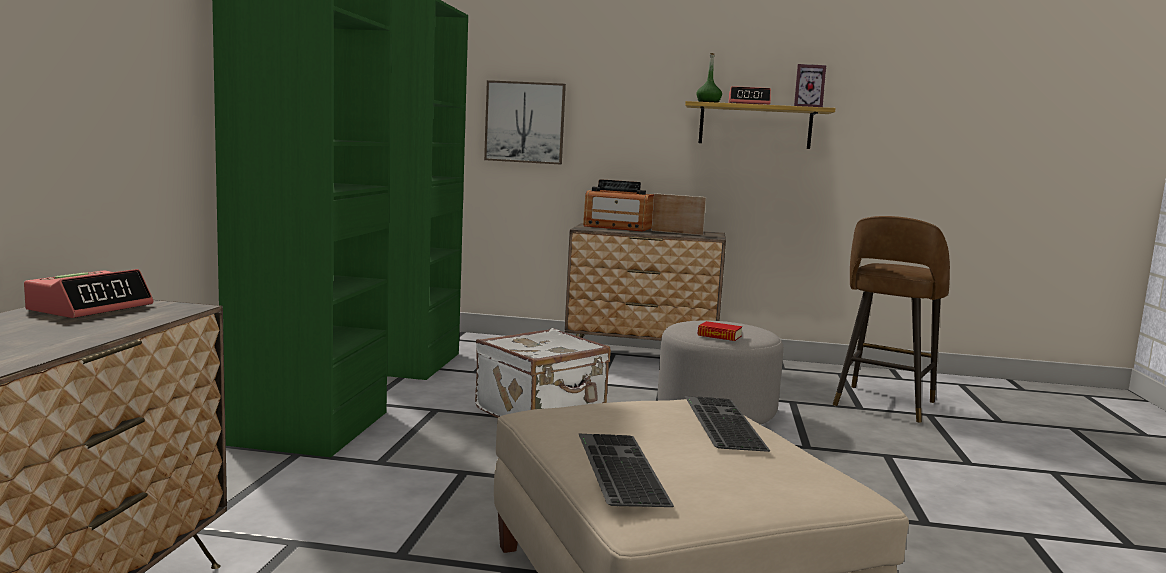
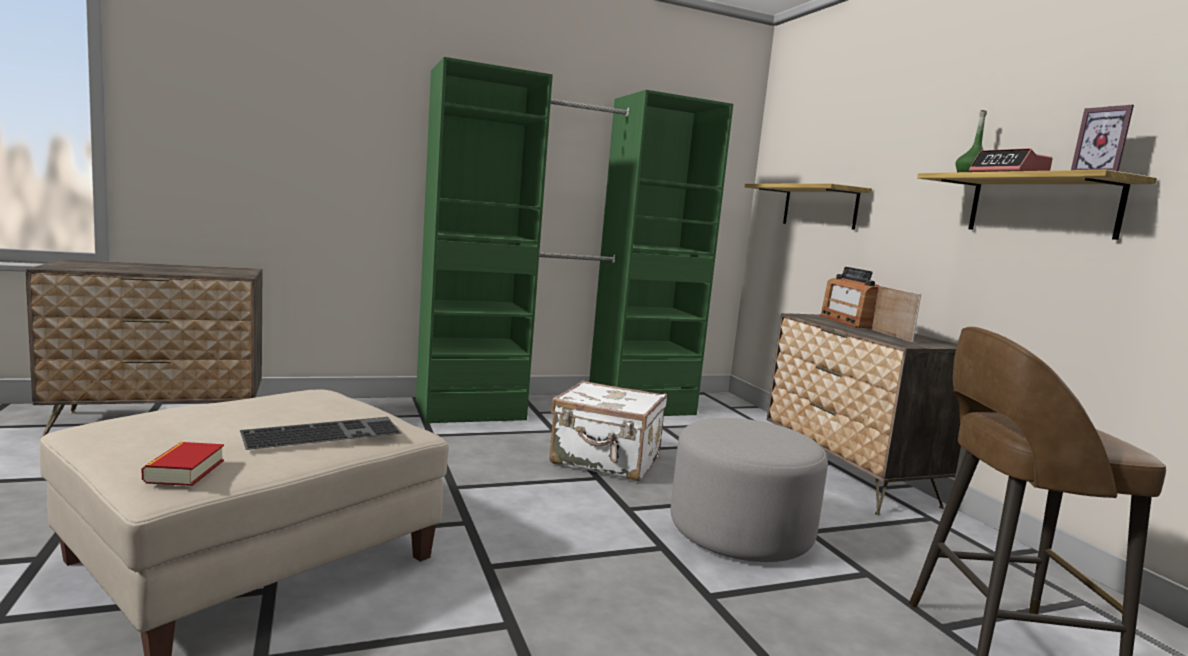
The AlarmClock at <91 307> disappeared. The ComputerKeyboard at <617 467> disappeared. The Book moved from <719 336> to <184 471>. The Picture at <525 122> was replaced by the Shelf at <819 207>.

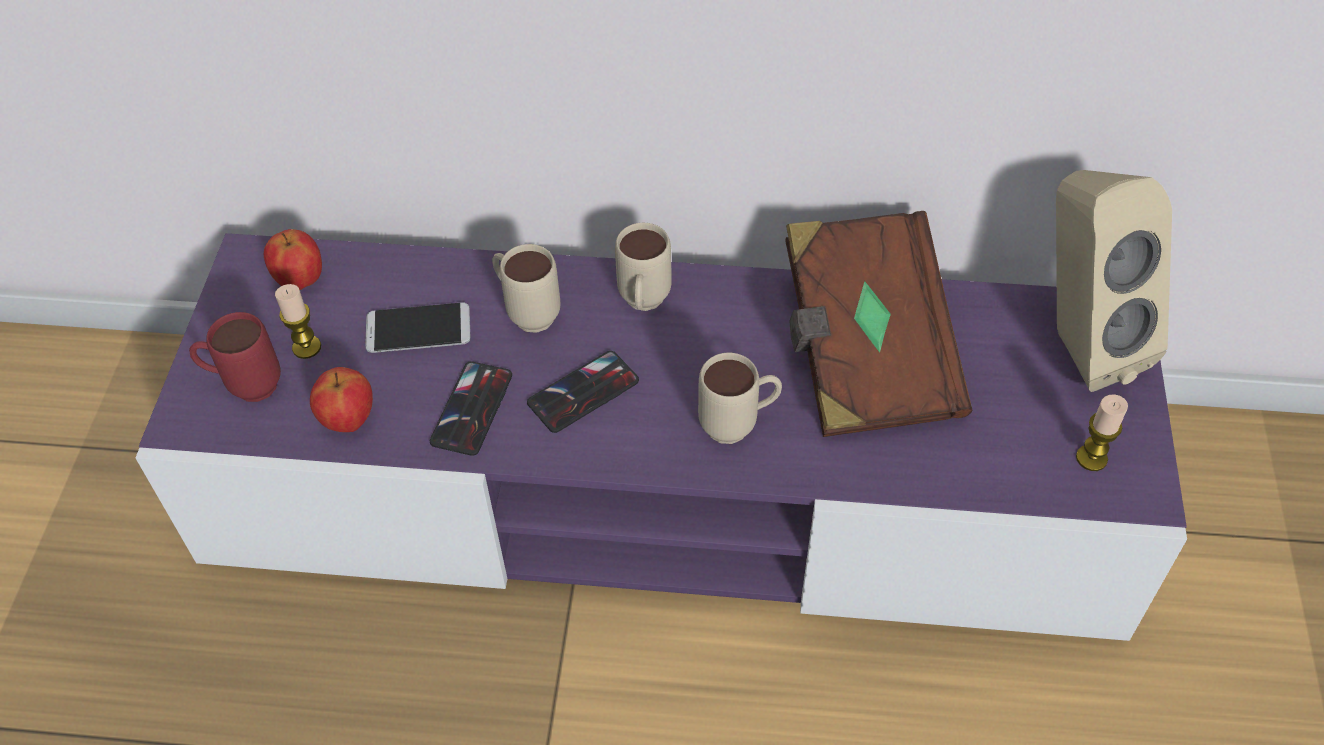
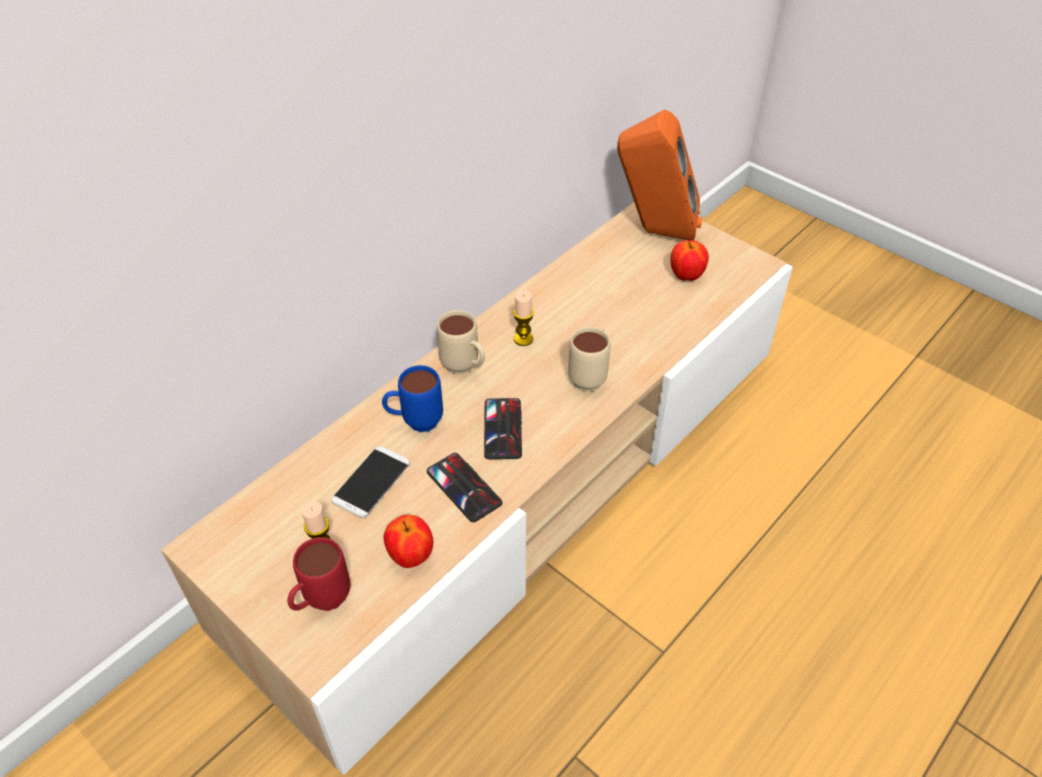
The BrownBook at <865 353> disappeared. The AppleFruit moved from <300 281> to <686 276>. The WaxLight moved from <1091 458> to <523 339>. The PurpleMediaConsole at <665 490> became the BeigeMediaConsole at <521 480>. The BeigeCoffeeMug at <526 312> became the BlueCoffeeMug at <415 423>. The BeigeAudioSpeaker at <1077 344> became the OrangeyAudioSpeaker at <654 232>.

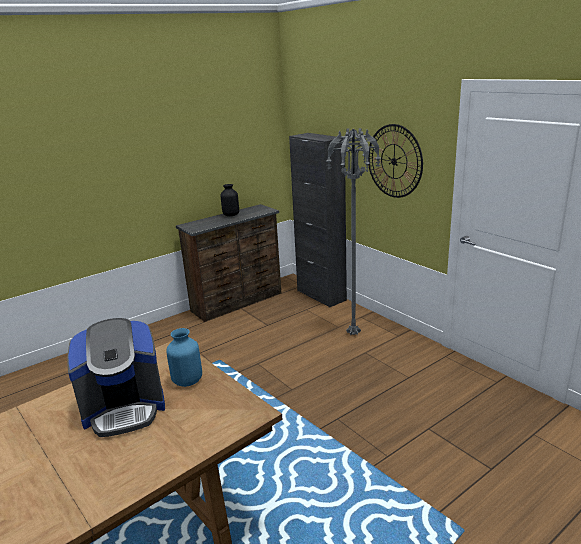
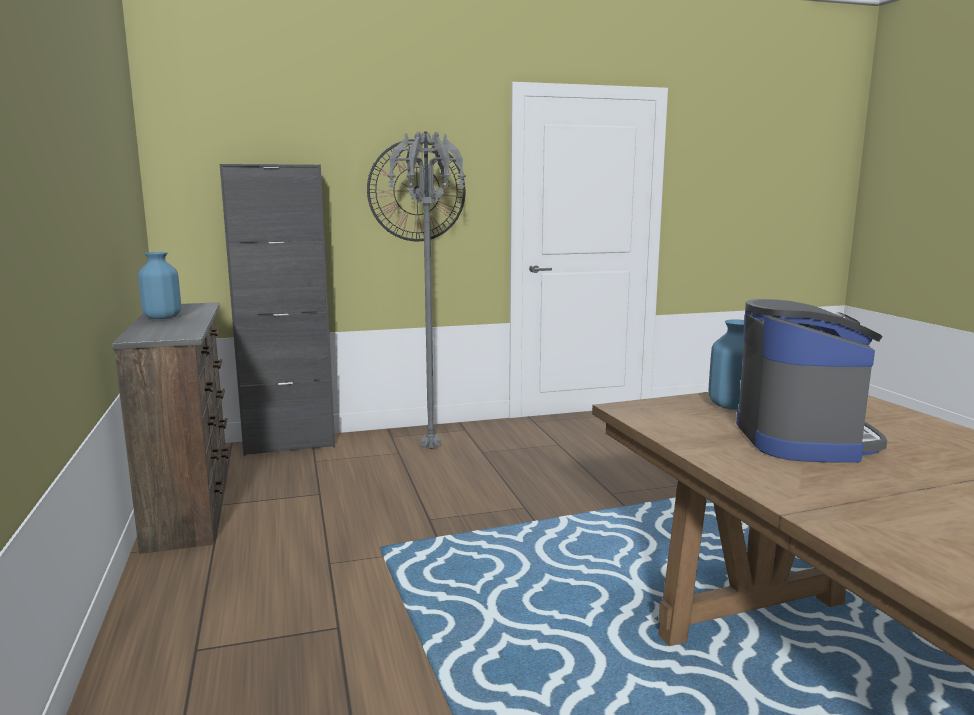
The BlackColouredVase at <230 215> became the BlueVase at <162 317>.

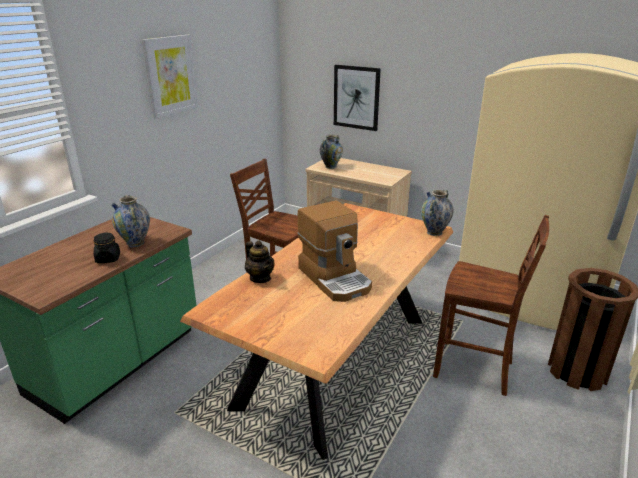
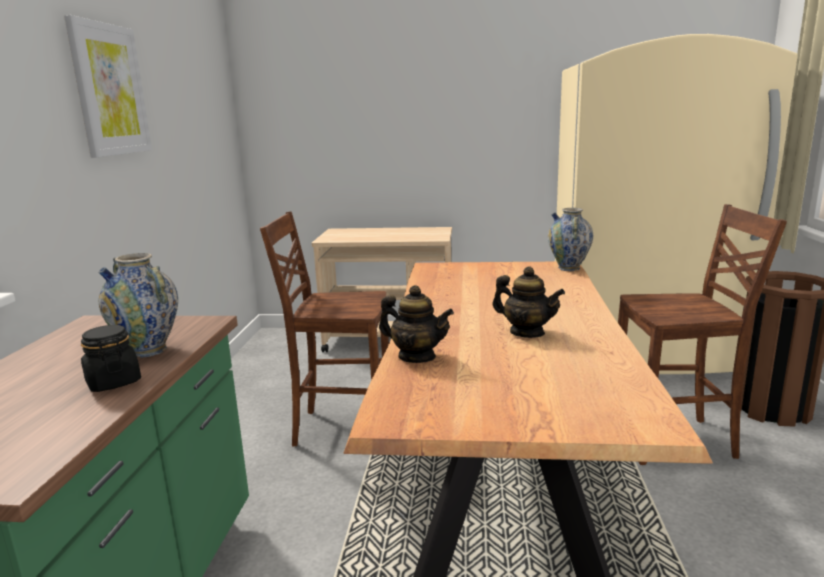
The Vase at <331 167> disappeared. The Picture at <356 97> disappeared. The CoffeeMachine at <335 278> was replaced by the TeaPot at <527 333>.

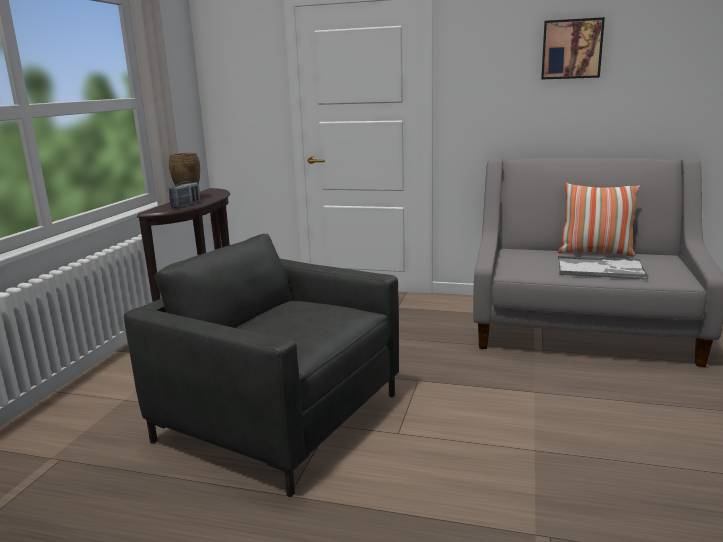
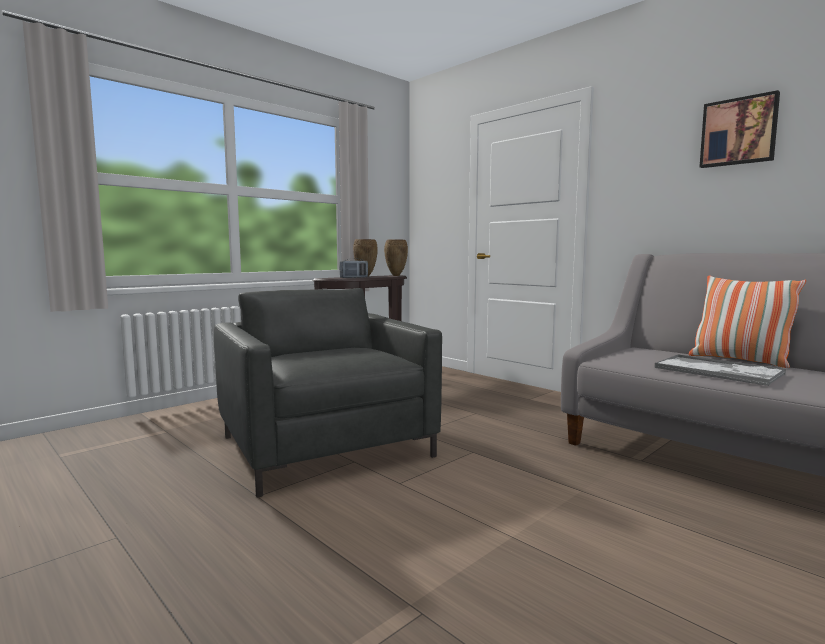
The BrownVase at <395 276> appeared.

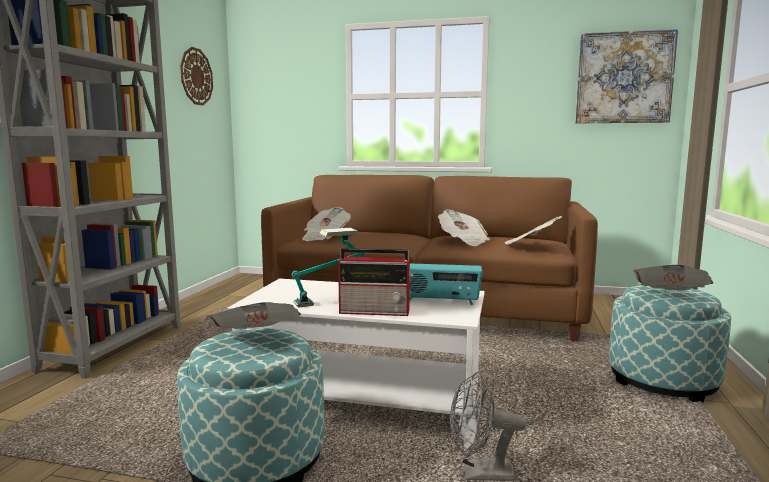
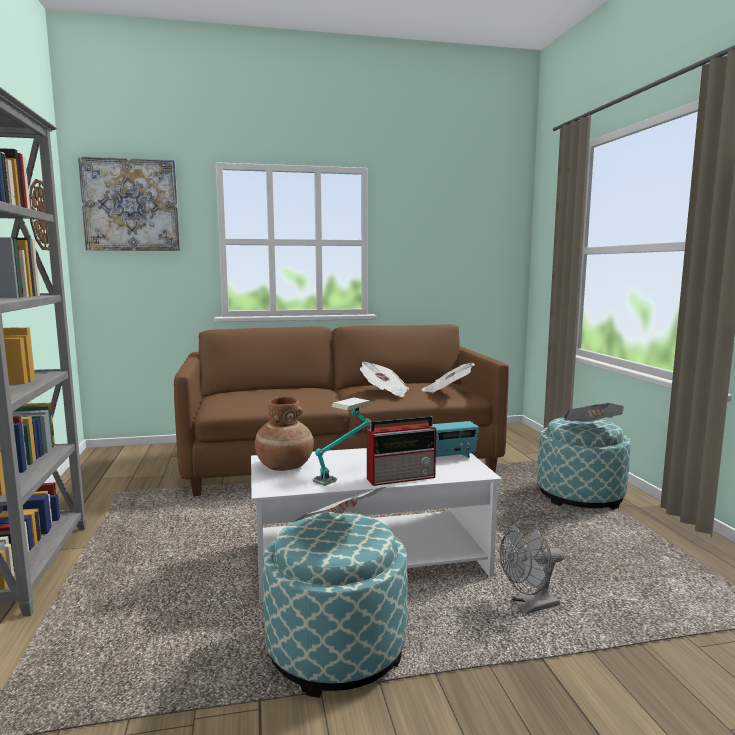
The Newspaper at <325 237> disappeared. The BrownVase at <284 466> appeared. The Picture moved from <624 78> to <131 205>.

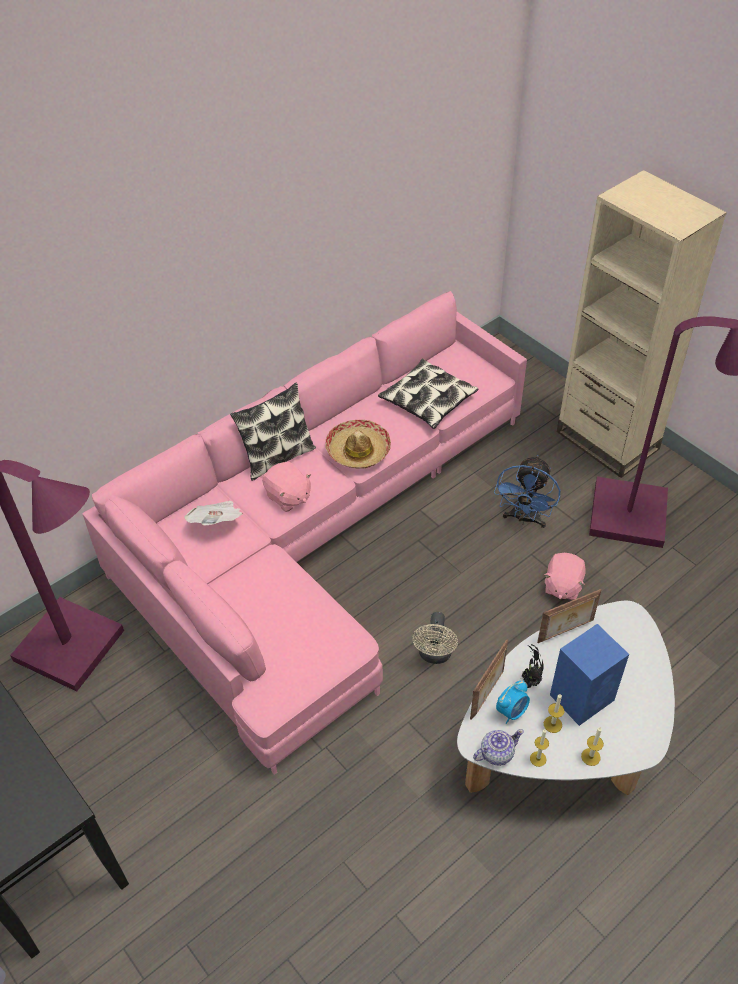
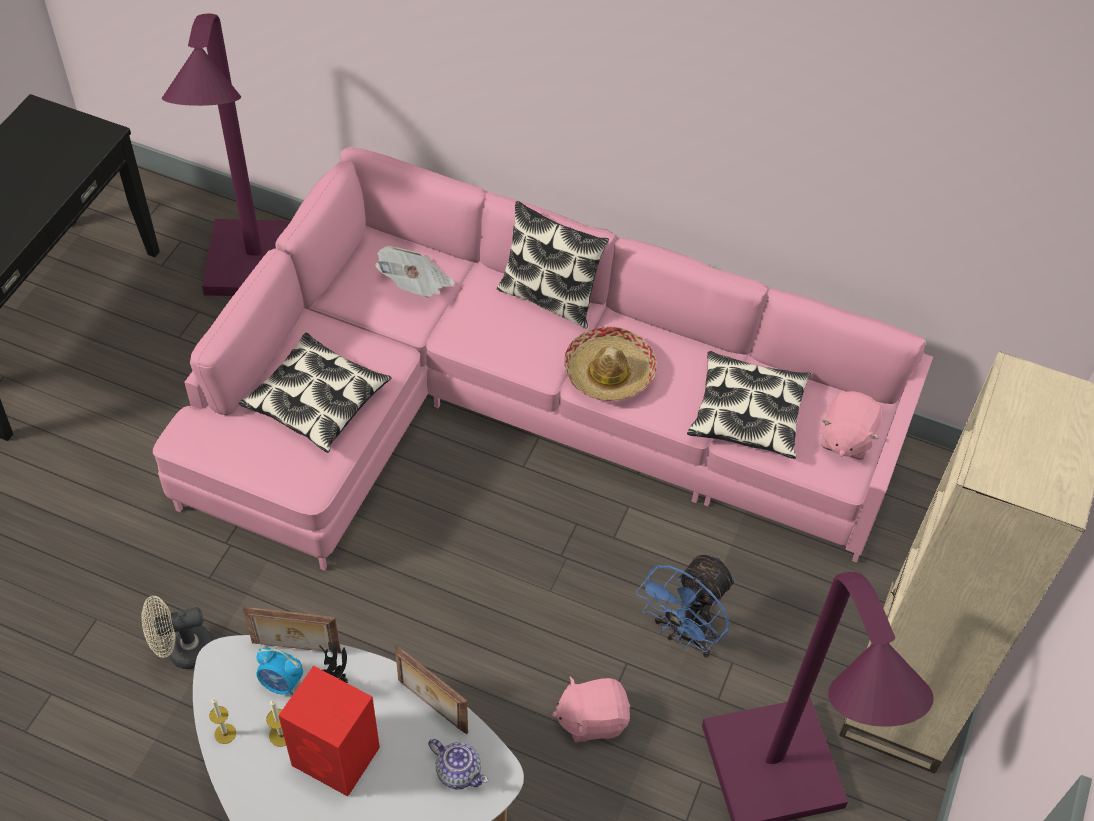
The WaxLight at <590 757> disappeared. The Cushion at <317 401> appeared. The PinkishSoftToy moved from <288 497> to <845 438>. The BeigeFan moved from <435 655> to <183 651>. The TeaPot moved from <496 753> to <458 771>. The BlueAudioSpeaker at <583 696> became the RedColouredAudioSpeaker at <337 757>. The BlueFan at <524 519> turned 45 degrees counterclockwise.

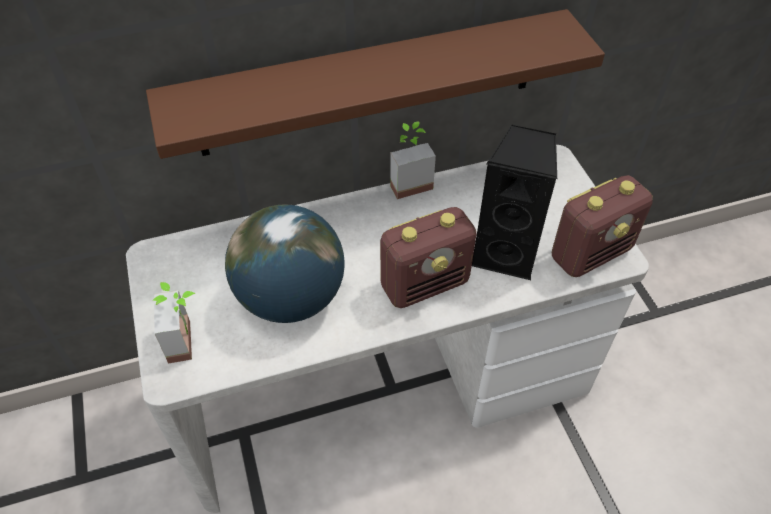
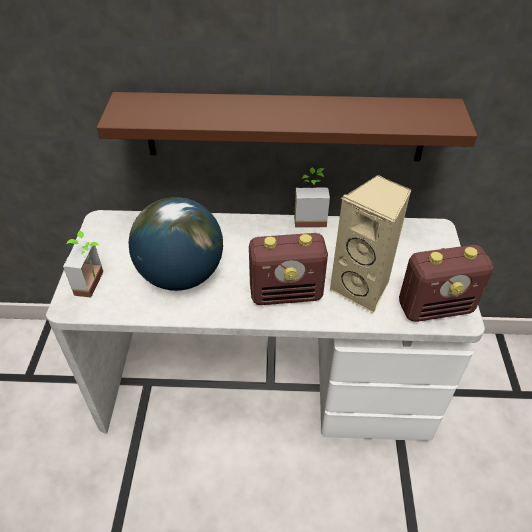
The BlackColouredAudioSpeaker at <506 254> became the BeigeAudioSpeaker at <363 289>.

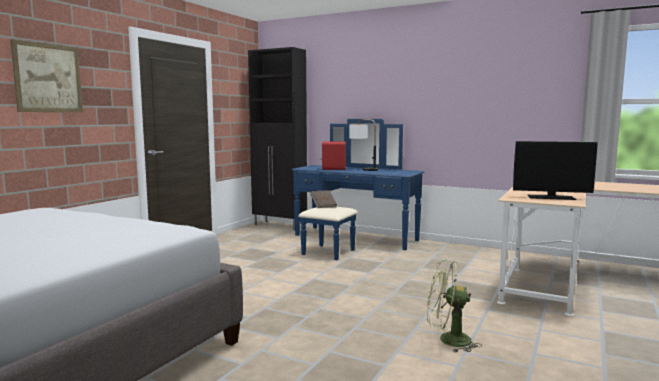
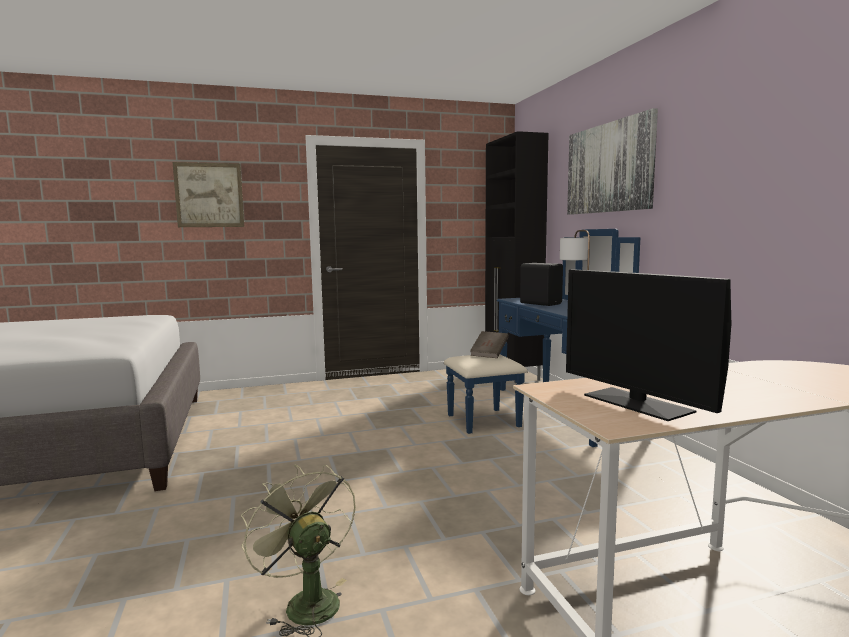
The Picture at <609 168> appeared. The RedColouredAudioSpeaker at <333 169> became the BlackColouredAudioSpeaker at <540 303>.

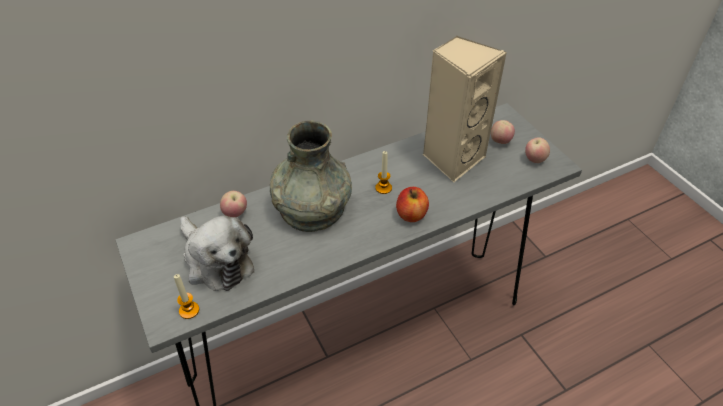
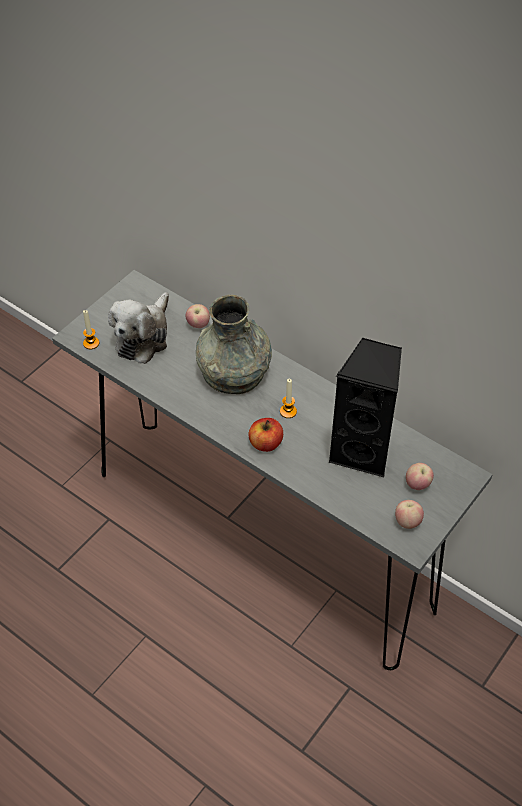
The BeigeAudioSpeaker at <452 158> became the BlackColouredAudioSpeaker at <363 451>.

